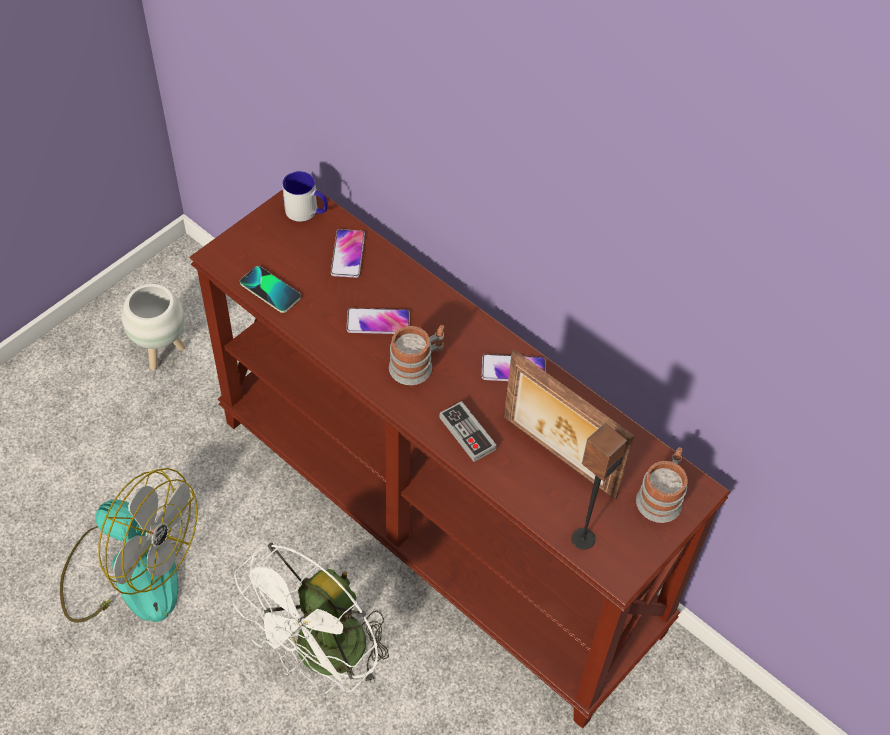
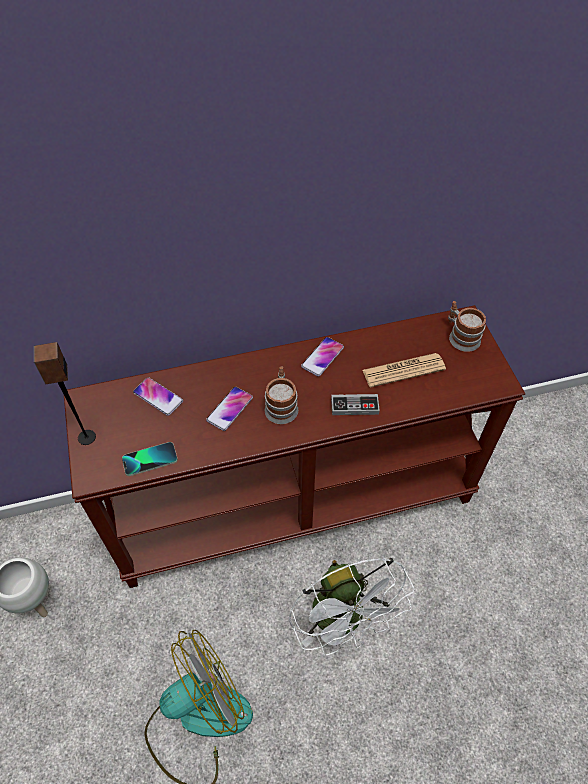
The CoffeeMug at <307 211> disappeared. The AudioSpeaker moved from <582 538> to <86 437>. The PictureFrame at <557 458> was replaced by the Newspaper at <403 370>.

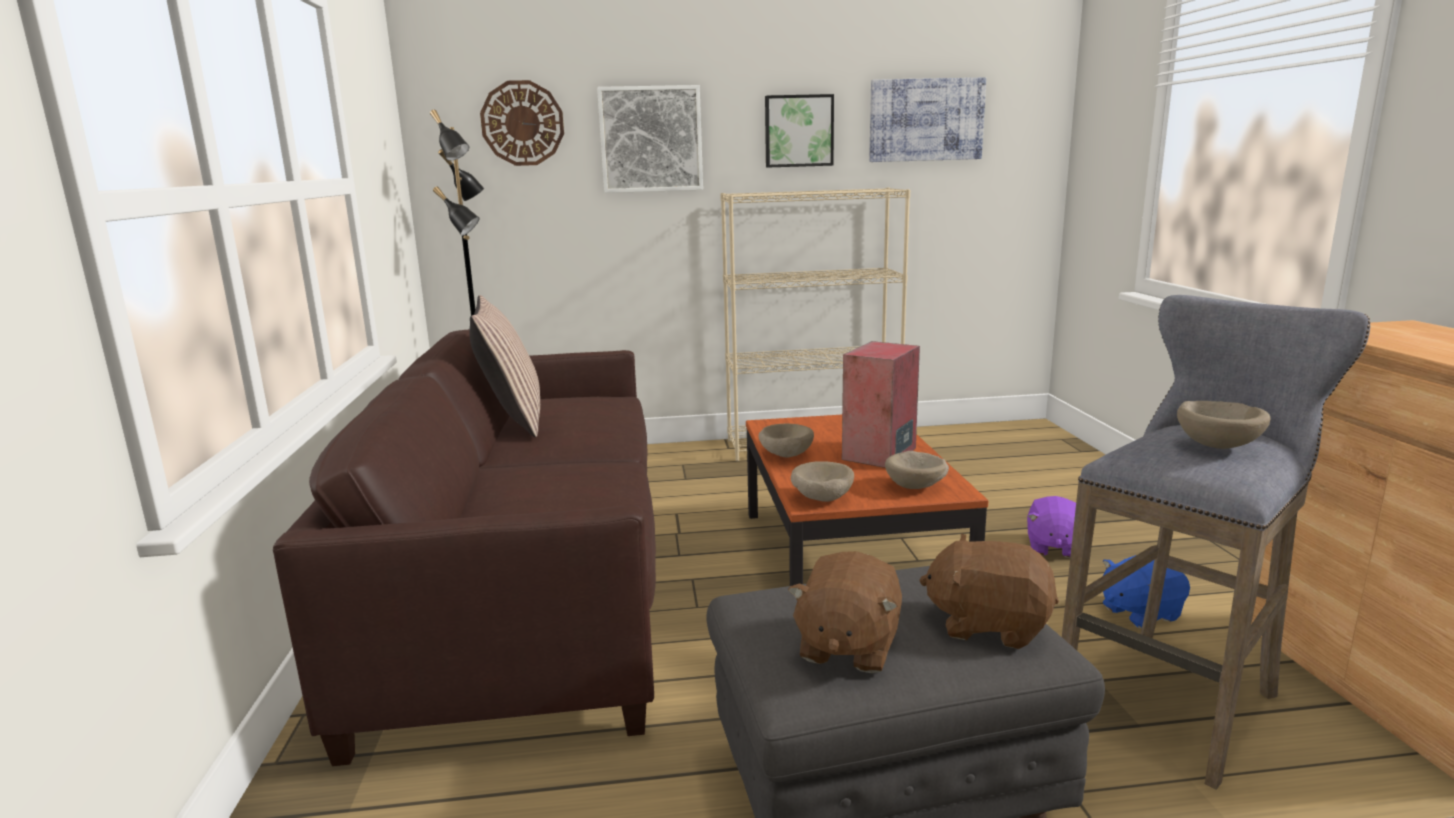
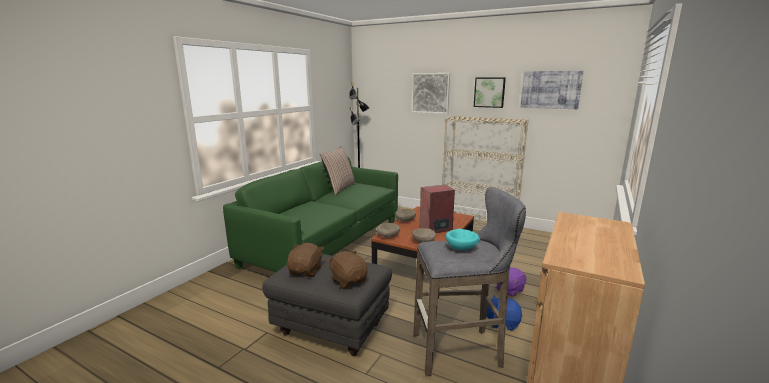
The WallClock at <522 123> disappeared. The BrownSettee at <531 586> became the GreenishSettee at <326 243>. The BeigeBowl at <1219 445> became the TurquoiseColouredBowl at <462 248>. The BrownSoftToy at <847 646> turned 135 degrees clockwise.

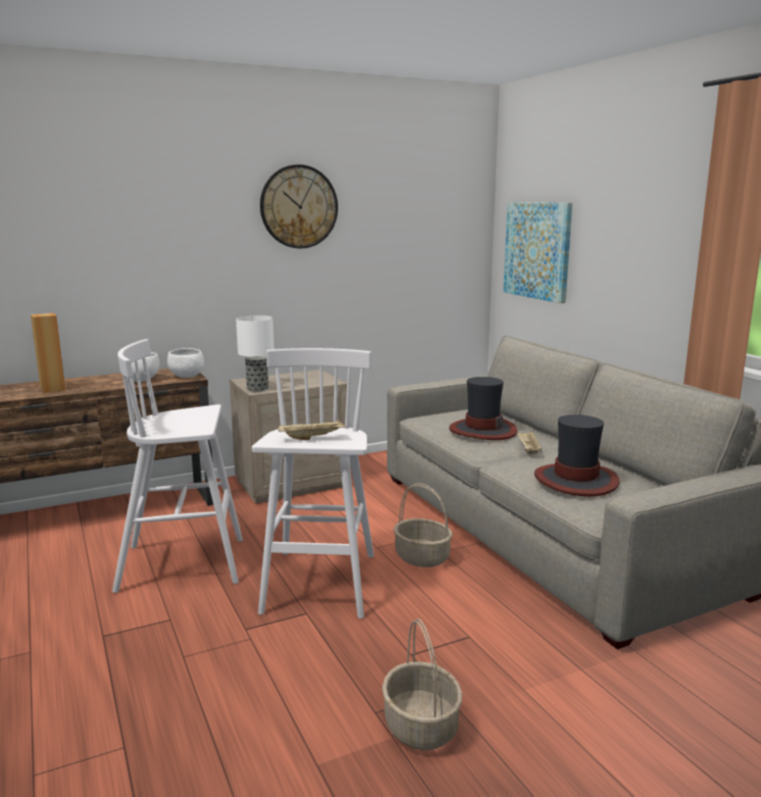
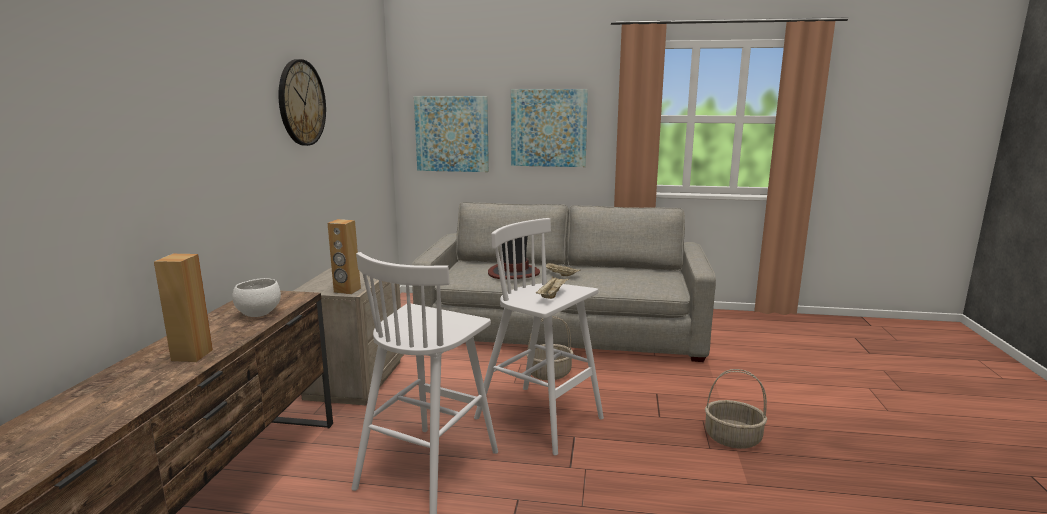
The WhiteBowl at <187 376> disappeared. The Hat at <576 480> disappeared. The Picture at <548 128> appeared. The TabletopLamp at <258 388> was replaced by the BrownAudioSpeaker at <347 290>.

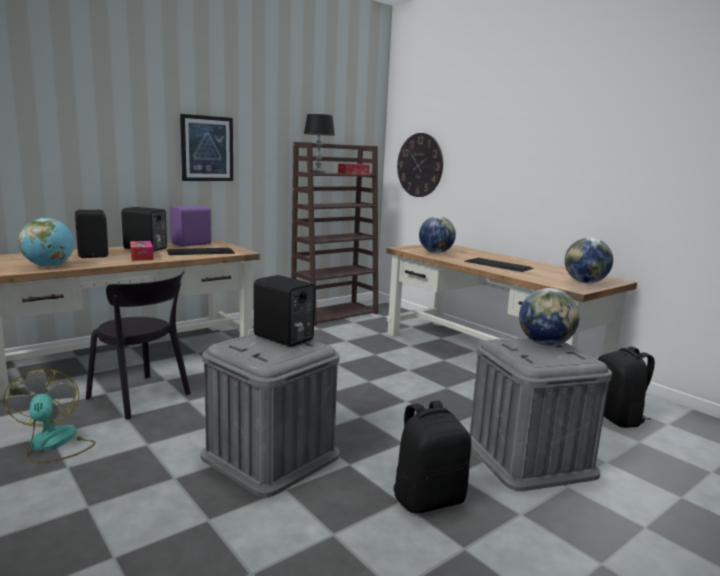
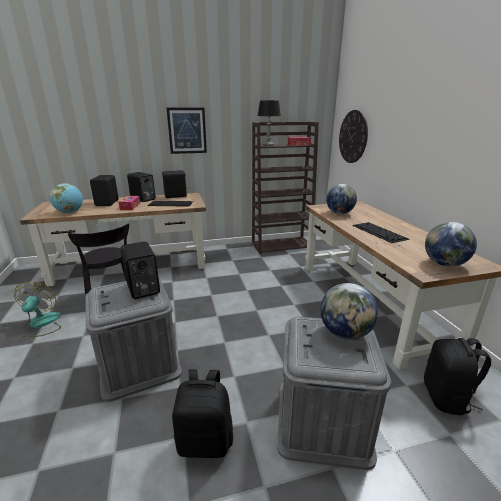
The PurpleAudioSpeaker at <192 244> became the BlackColouredAudioSpeaker at <176 196>.

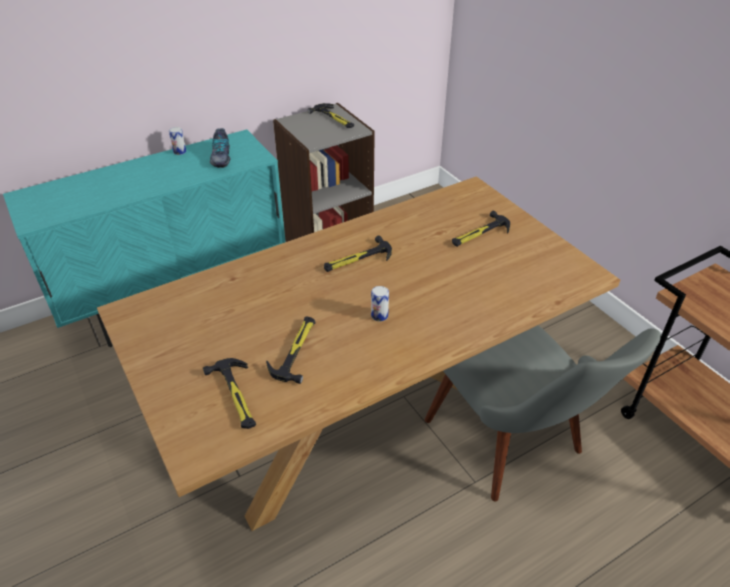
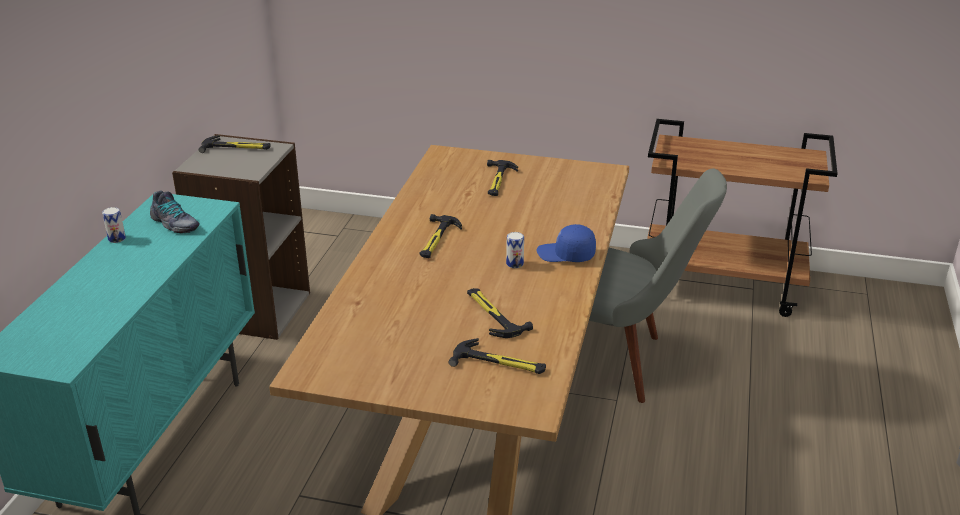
The BlueBaseballCap at <566 255> appeared.

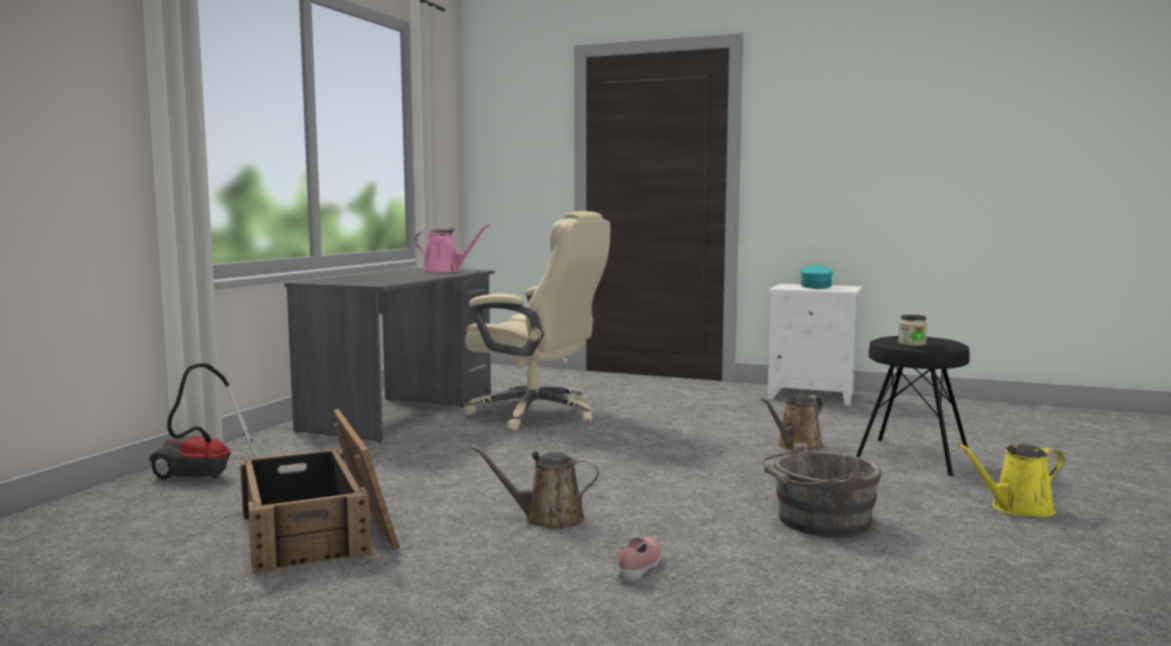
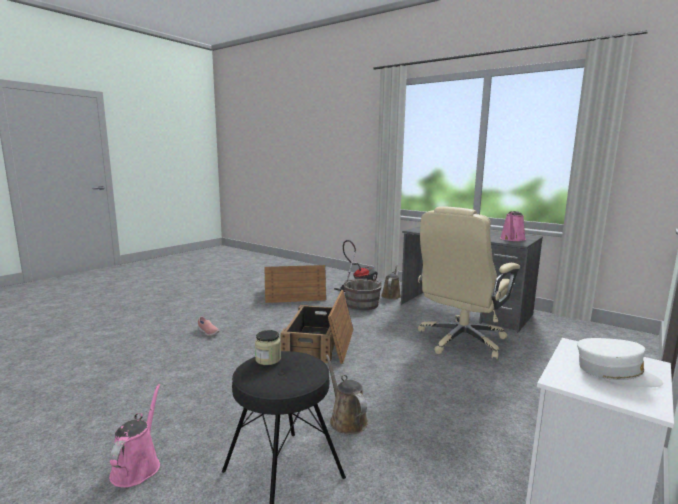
The Crate at <320 344> appeared. The BrownSprinklingCan moved from <547 518> to <391 295>. The GreyishWaterBucket moved from <819 521> to <361 304>. The TurquoiseColouredBaseballCap at <815 287> became the WhiteBaseballCap at <614 373>. The YellowishSprinklingCan at <1017 509> became the PinkishSprinklingCan at <138 466>.

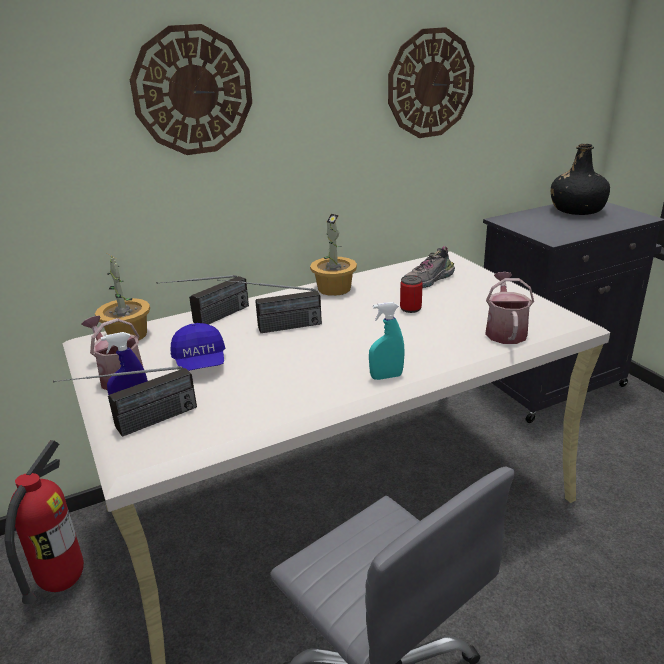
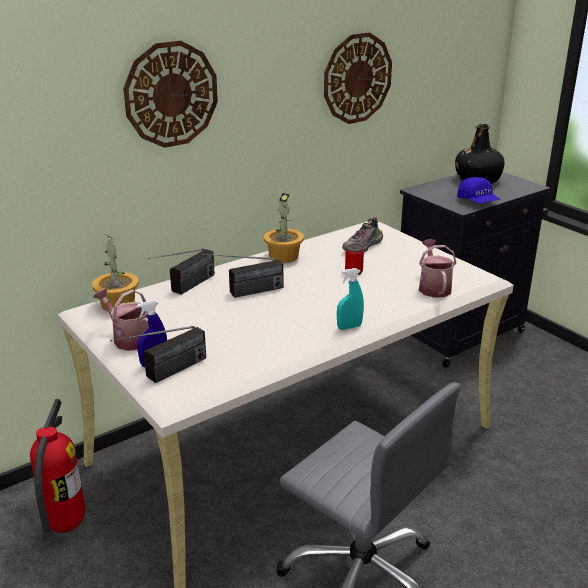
The BlueBaseballCap moved from <200 362> to <478 202>.

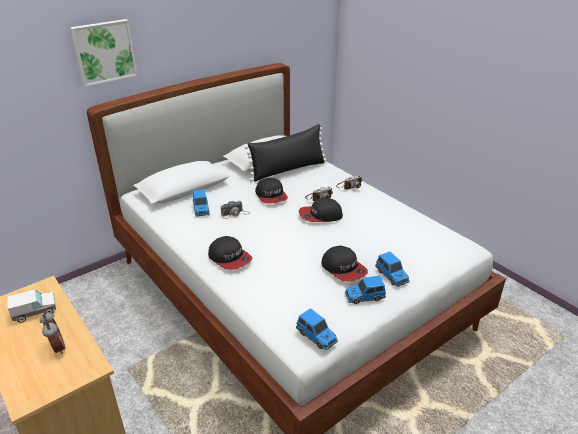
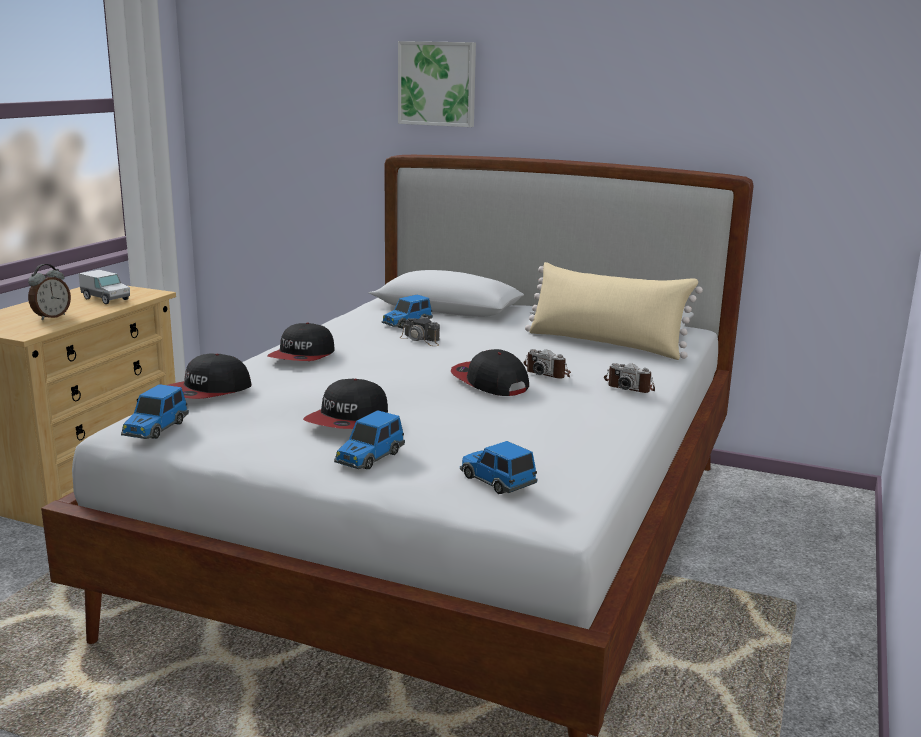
The BaseballCap moved from <271 196> to <208 391>. The ToyCar moved from <364 297> to <496 481>. The BlackColouredCushion at <288 170> became the BeigeCushion at <605 344>.

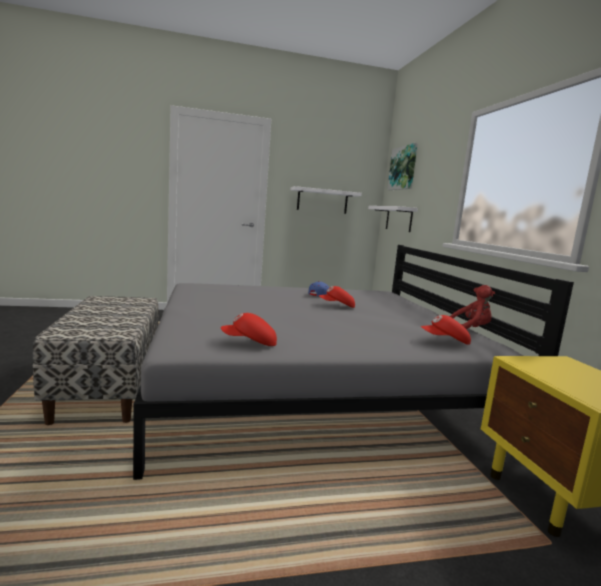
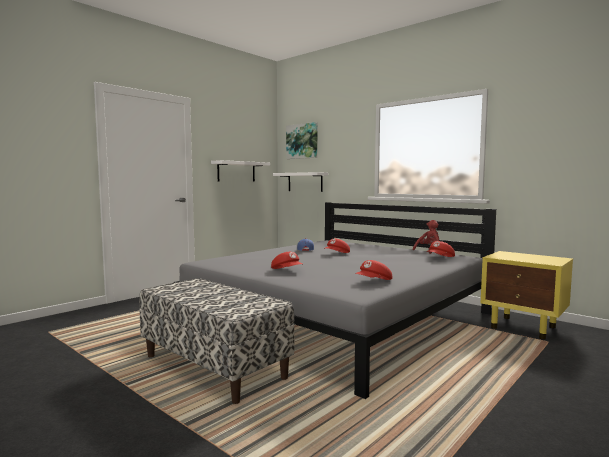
The RedColouredBaseballCap at <287 270> appeared.

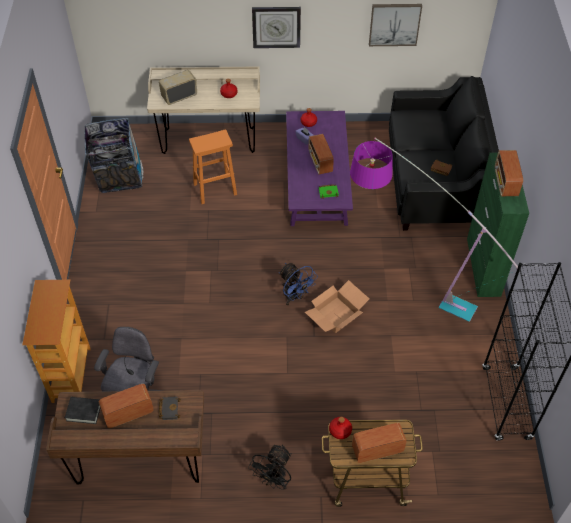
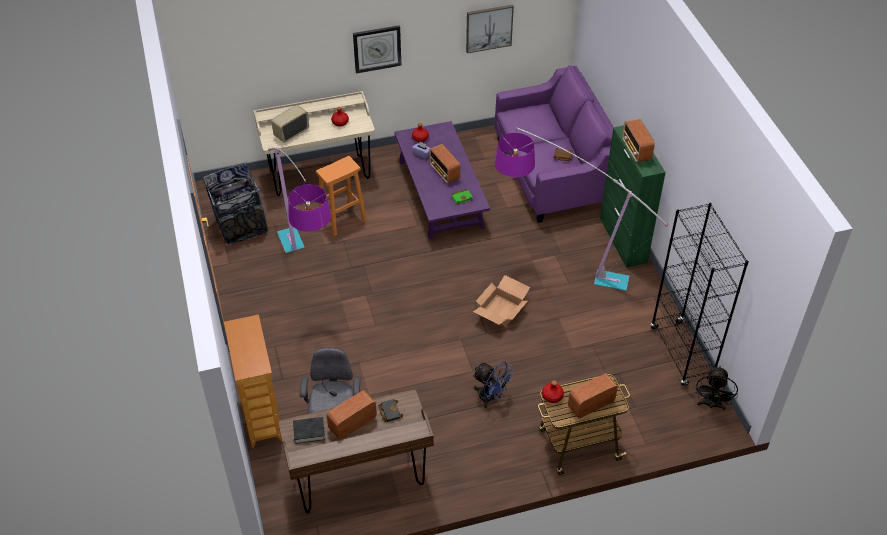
The StandingLamp at <307 278> appeared. The BlackColouredFan moved from <274 480> to <711 405>. The BlueFan moved from <295 297> to <491 397>. The BlackColouredSettee at <436 180> became the PurpleSettee at <554 172>.

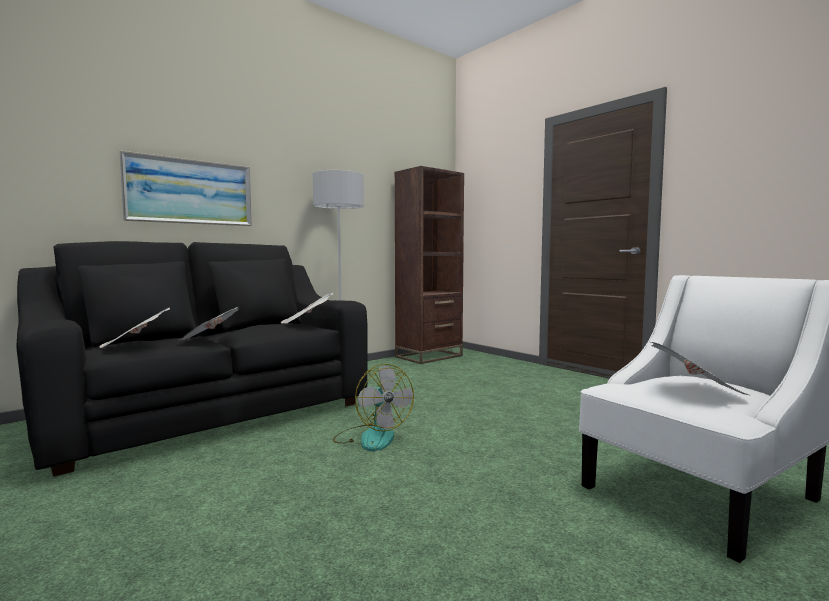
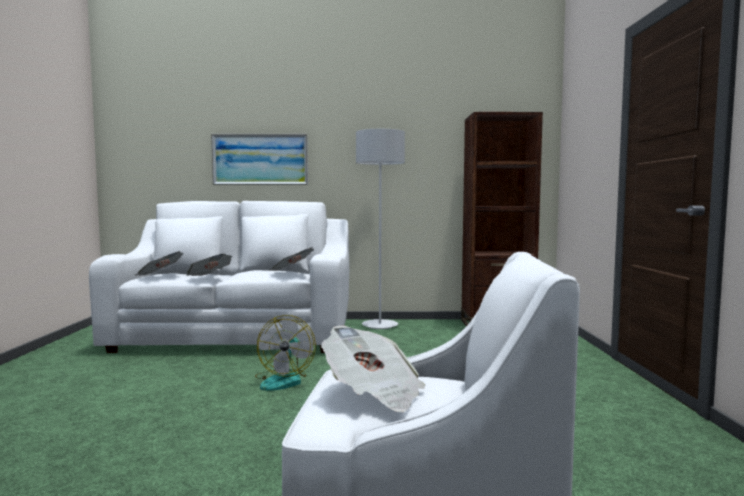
The BlackColouredSettee at <209 413> became the WhiteSettee at <236 336>.

